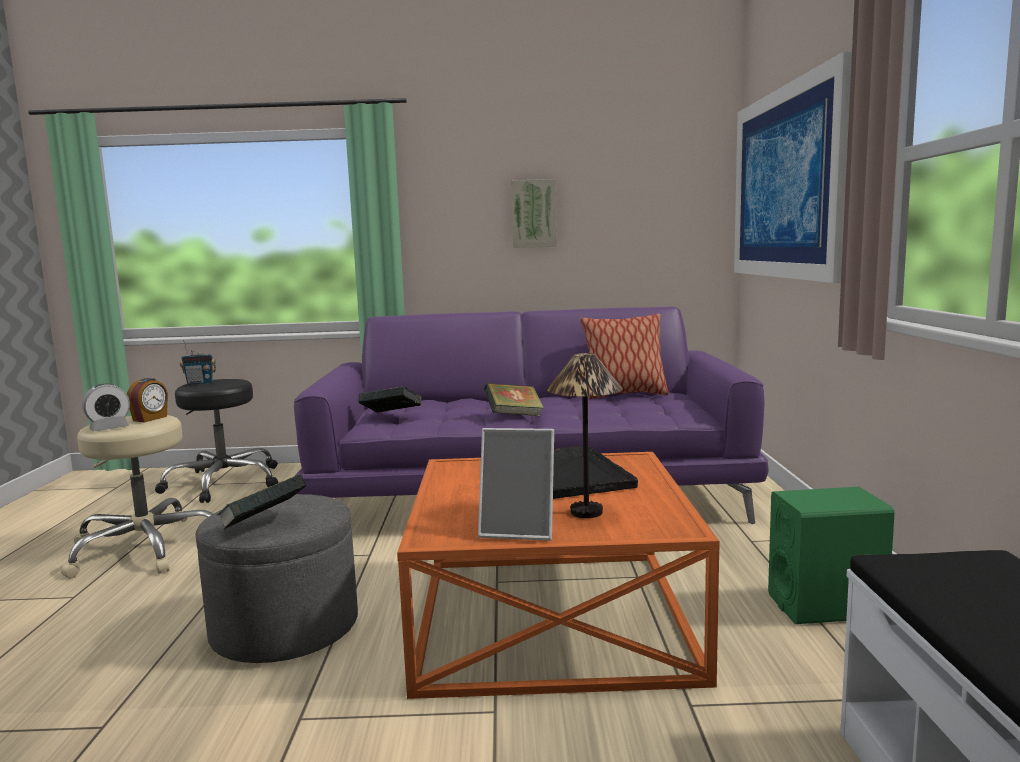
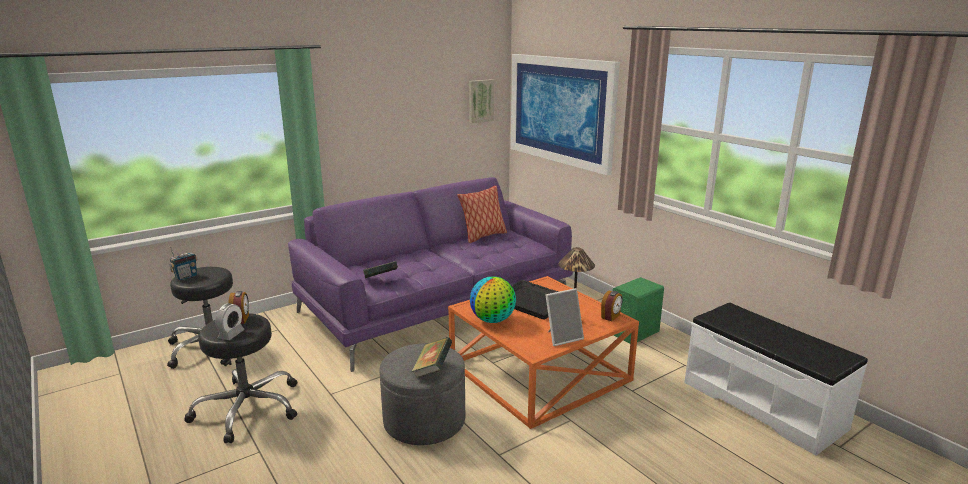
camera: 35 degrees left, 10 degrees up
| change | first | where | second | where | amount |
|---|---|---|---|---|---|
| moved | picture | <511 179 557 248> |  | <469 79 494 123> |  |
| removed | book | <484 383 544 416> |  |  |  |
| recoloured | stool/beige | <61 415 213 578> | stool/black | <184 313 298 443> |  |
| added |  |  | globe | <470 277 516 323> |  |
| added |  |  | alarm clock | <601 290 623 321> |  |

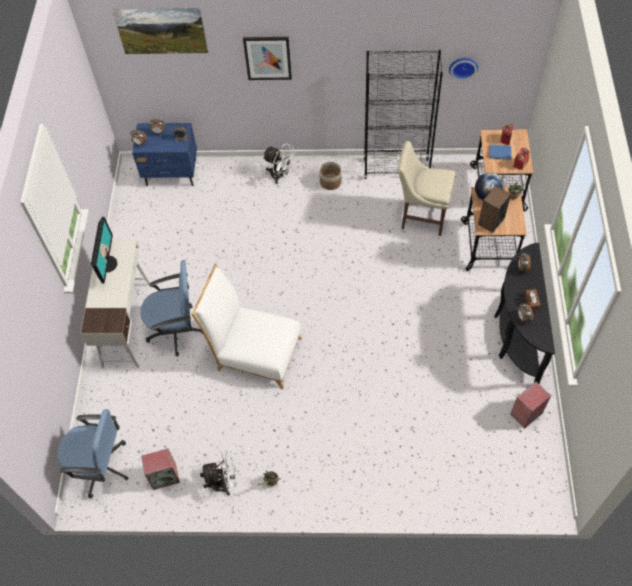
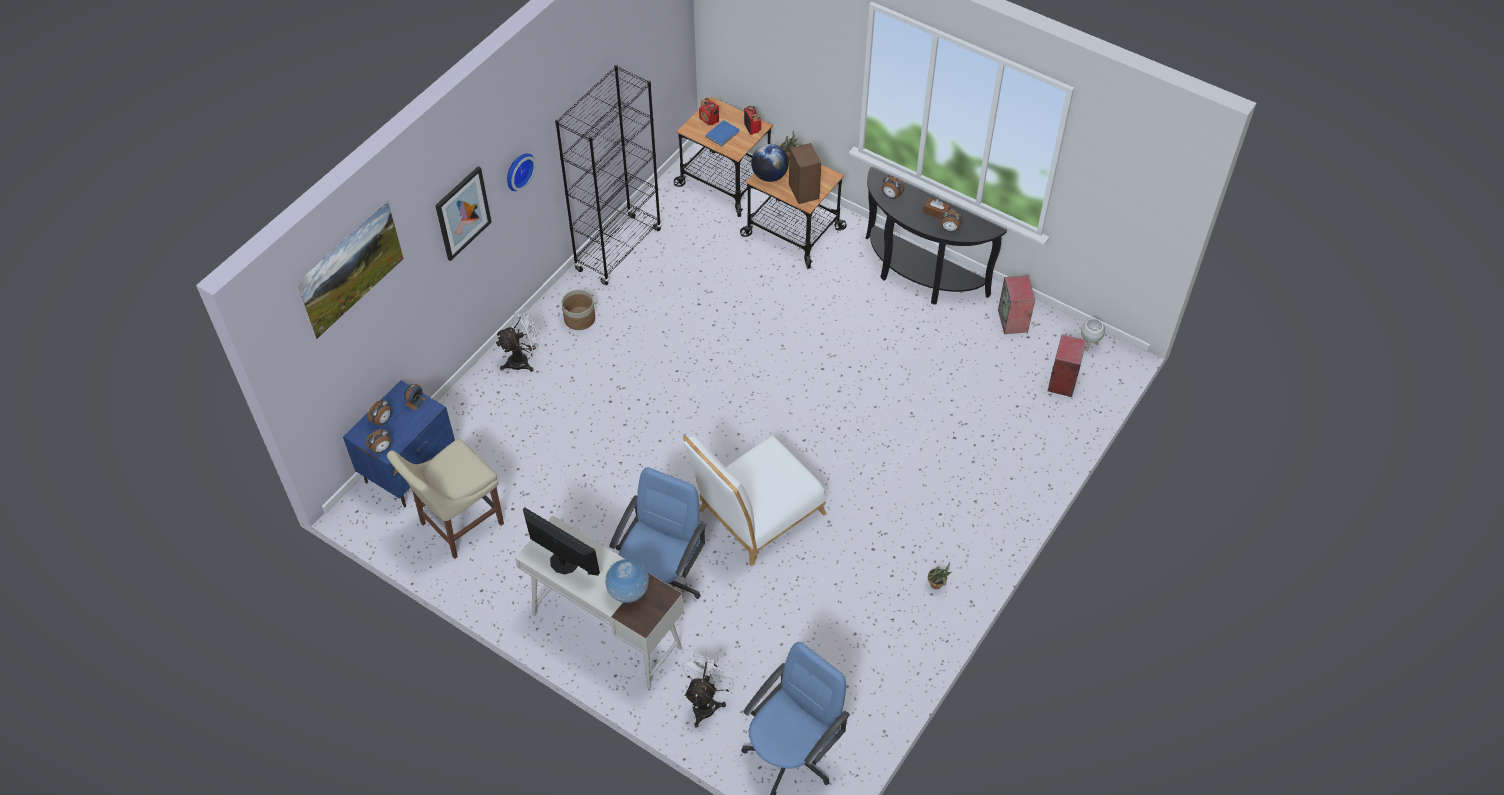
camera: 60 degrees left, 5 degrees down
| change | first | where | second | where | amount |
|---|---|---|---|---|---|
| moved | wall clock | <449 58 478 81> |  | <507 153 536 191> |  |
| moved | chair/beige | <398 141 455 236> |  | <387 439 504 559> |  |
| moved | speaker | <141 448 180 490> |  | <1048 334 1086 397> |  |
| moved | fan/white | <200 449 238 495> |  | <682 650 738 728> |  |
| added |  |  | planter/white | <1081 318 1105 351> |  |
| added |  |  | globe | <605 559 649 603> |  |

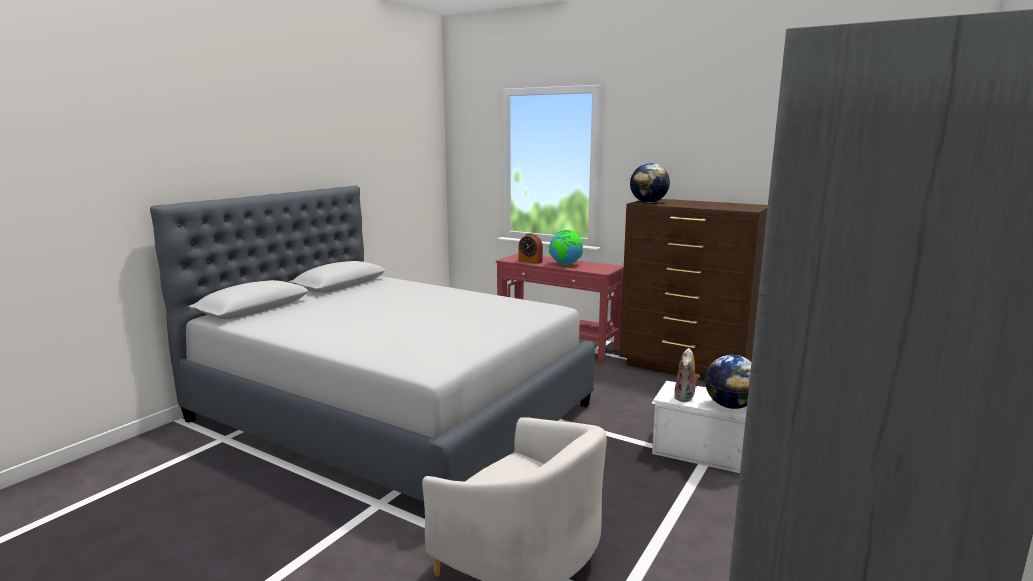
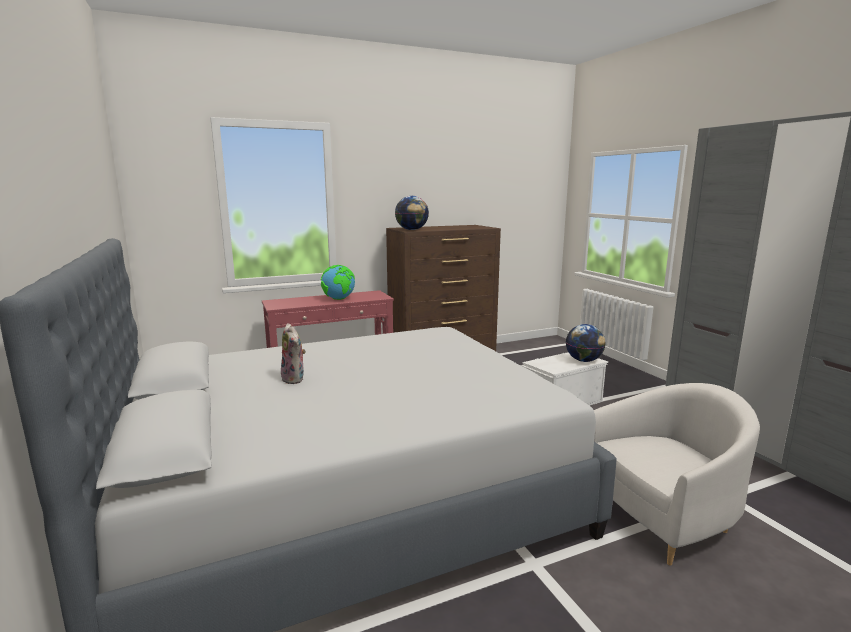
camera: 55 degrees left, 0 degrees up
| change | first | where | second | where | amount |
|---|---|---|---|---|---|
| removed | alarm clock | <519 233 543 264> |  |  |  |
| moved | plush toy | <674 348 700 402> |  | <281 323 306 384> |  |

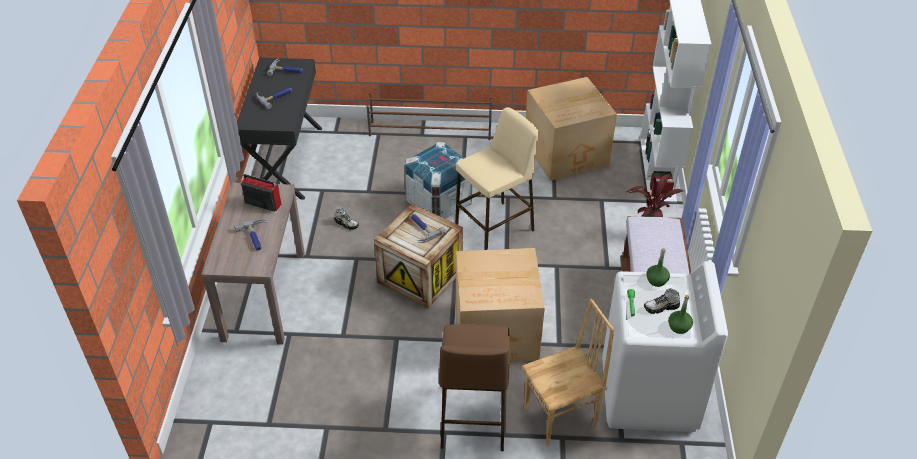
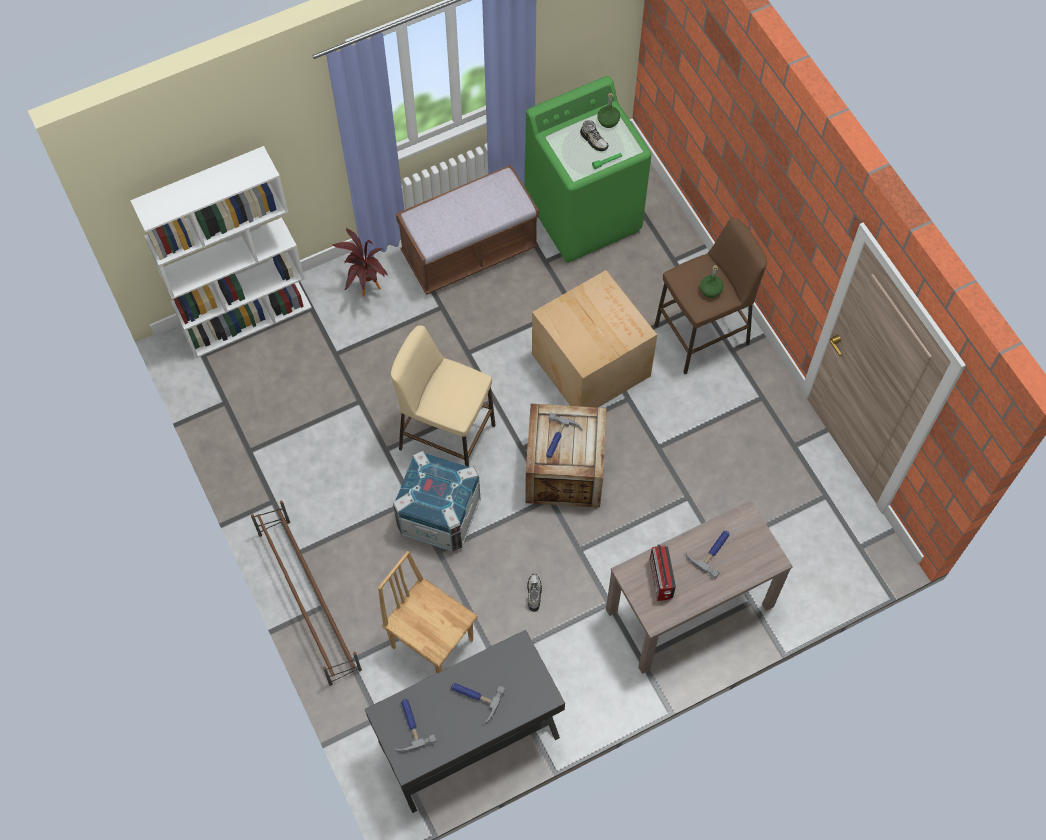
camera: 120 degrees left, 20 degrees up
| change | first | where | second | where | amount |
|---|---|---|---|---|---|
| removed | cardboard box | <526 77 617 181> |  |  |  |
| moved | bottle/green | <646 248 670 287> |  | <700 265 723 298> |  |
| recoloured | washing machine/white | <602 261 728 432> | washing machine/green | <525 76 652 263> |  |
| moved | chair/brown | <522 299 614 446> |  | <378 551 478 673> |  |

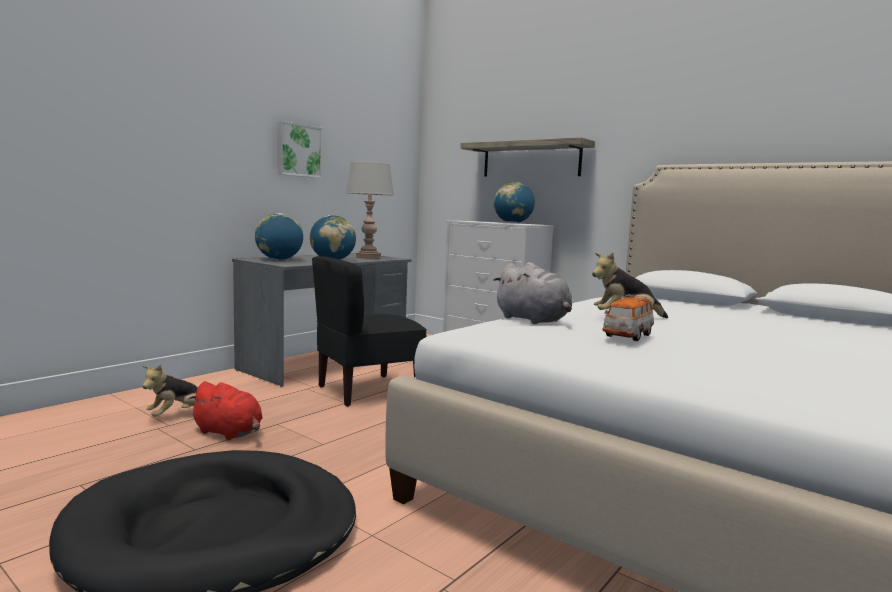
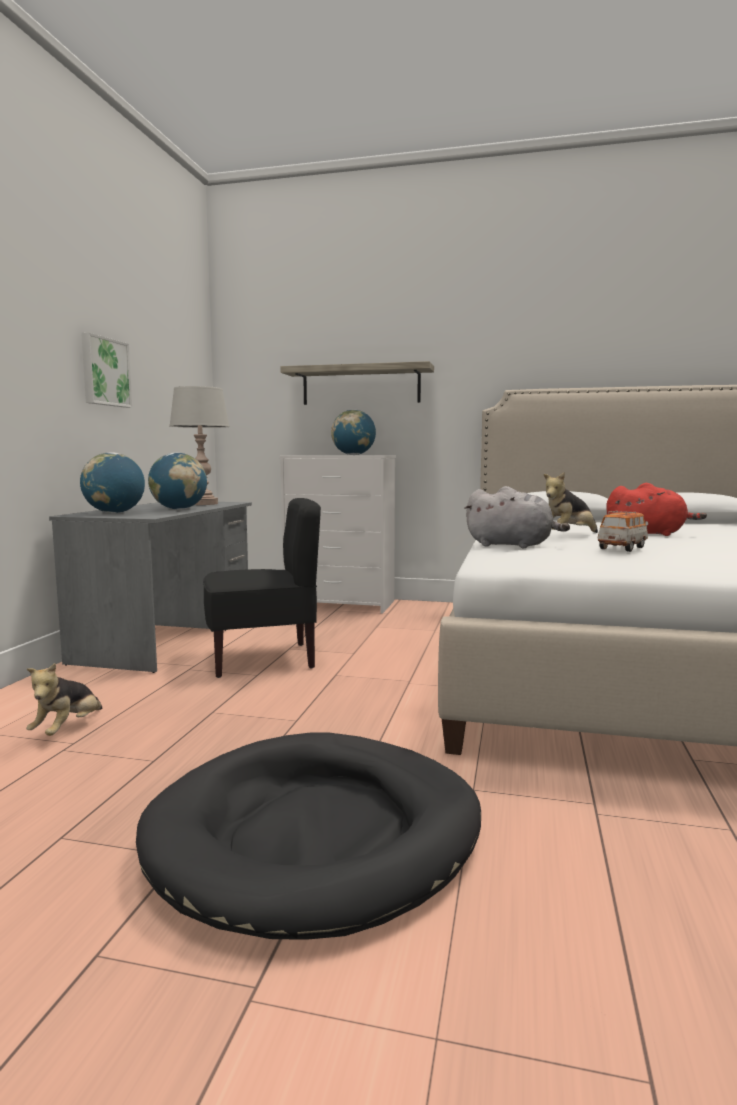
camera: 25 degrees left, 0 degrees up
| change | first | where | second | where | amount |
|---|---|---|---|---|---|
| turned | chair/black | <312 256 427 407> |  | <203 498 321 678> | 135 degrees counterclockwise |
| turned | toy car | <602 294 654 341> |  | <597 511 648 552> | 150 degrees counterclockwise |
| moved | plush toy/red | <188 381 263 440> |  | <606 483 707 536> |  |

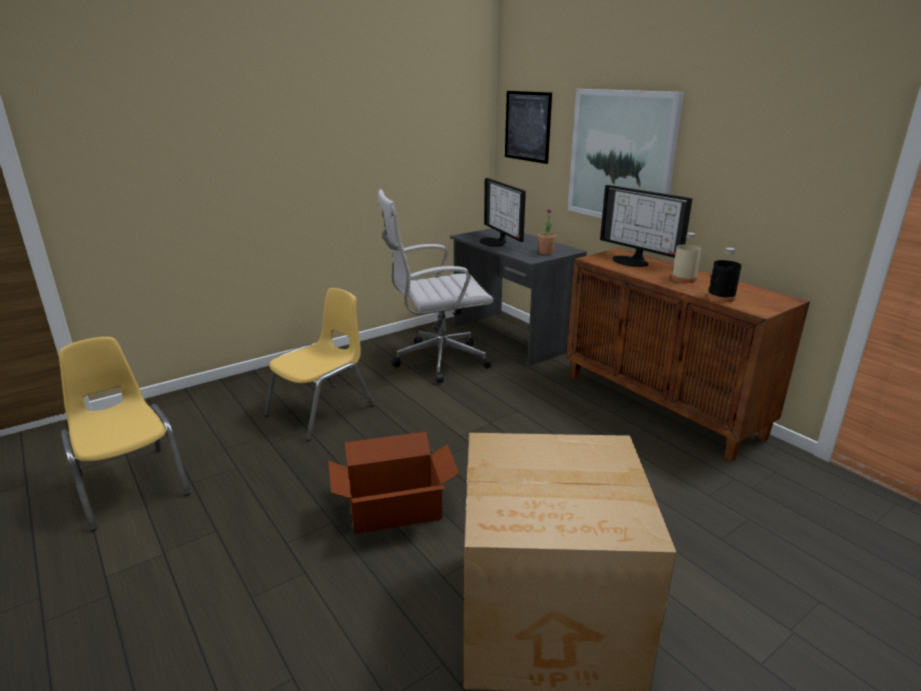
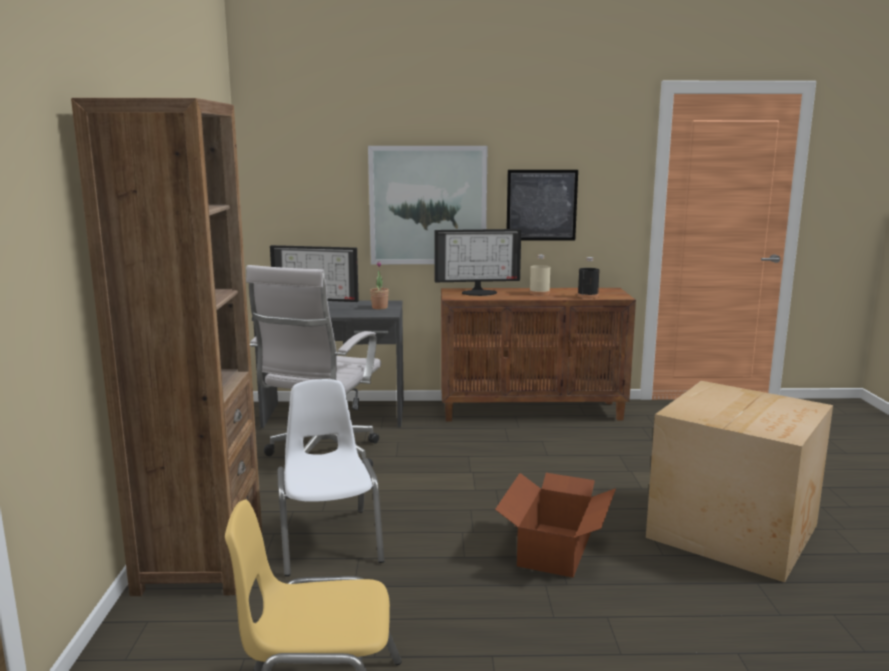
camera: 55 degrees left, 10 degrees down
| change | first | where | second | where | amount |
|---|---|---|---|---|---|
| moved | picture | <505 91 552 164> |  | <507 170 578 241> |  |
| recoloured | chair/yellow | <264 288 375 441> | chair/white | <278 379 384 576> |  |
| added |  |  | bookcase/brown | <71 98 262 596> |  |

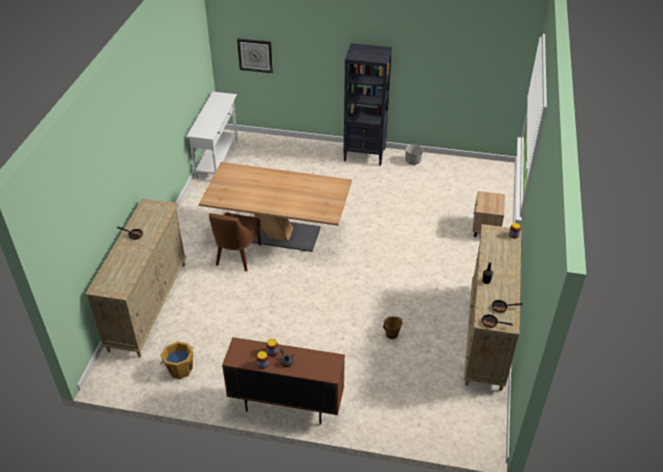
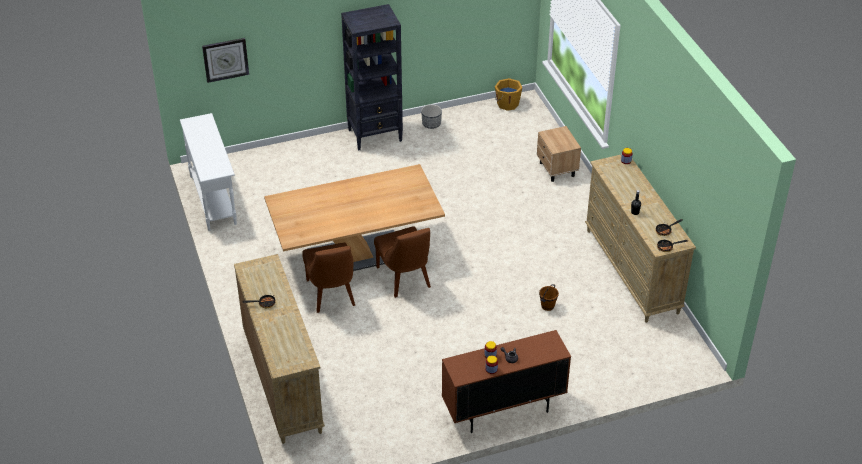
camera: 30 degrees left, 0 degrees up
| change | first | where | second | where | amount |
|---|---|---|---|---|---|
| moved | bucket/orange | <160 341 193 379> |  | <495 78 522 111> |  |
| added |  |  | chair/brown | <374 226 431 298> |  |

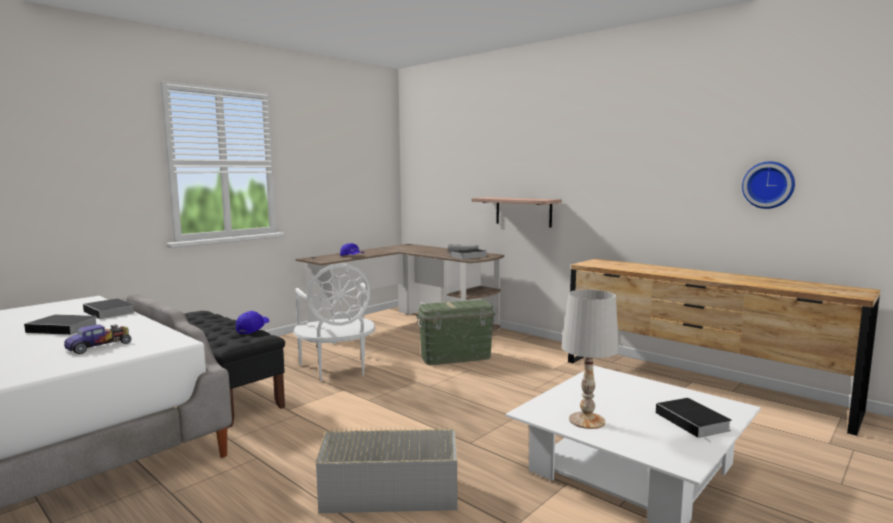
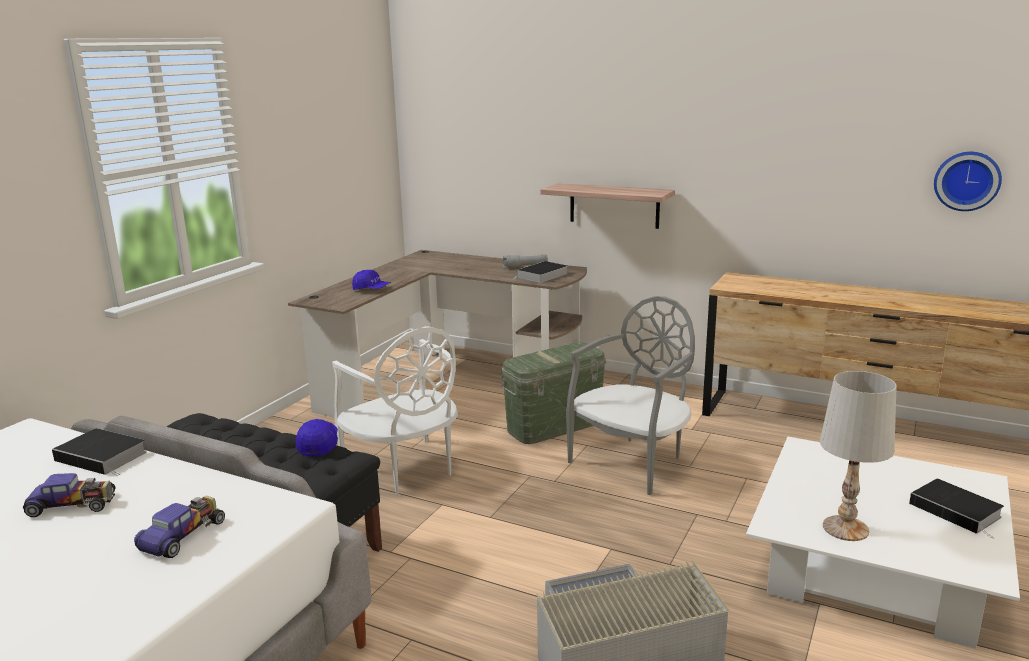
camera: 15 degrees left, 10 degrees up
| change | first | where | second | where | amount |
|---|---|---|---|---|---|
| replaced | book | <24 314 97 335> | toy car | <23 473 115 517> |  |
| added |  |  | chair/grey | <566 296 695 495> |  |

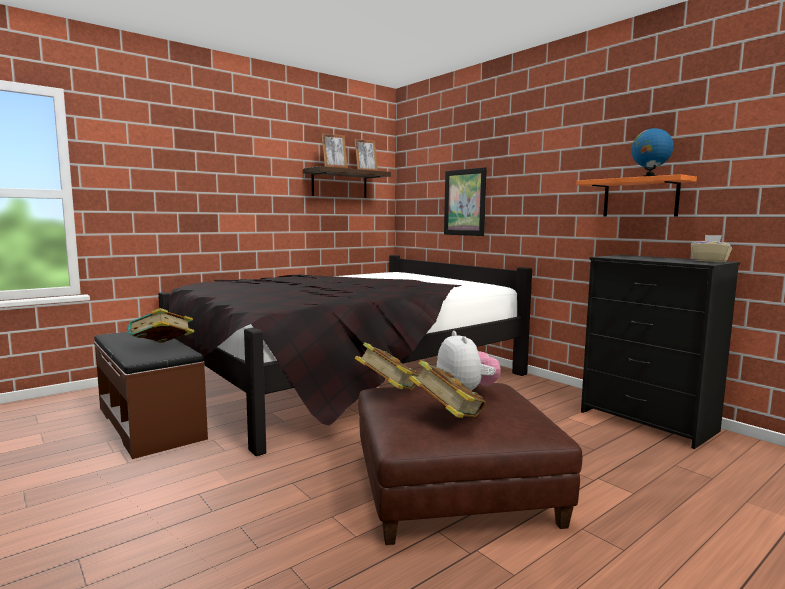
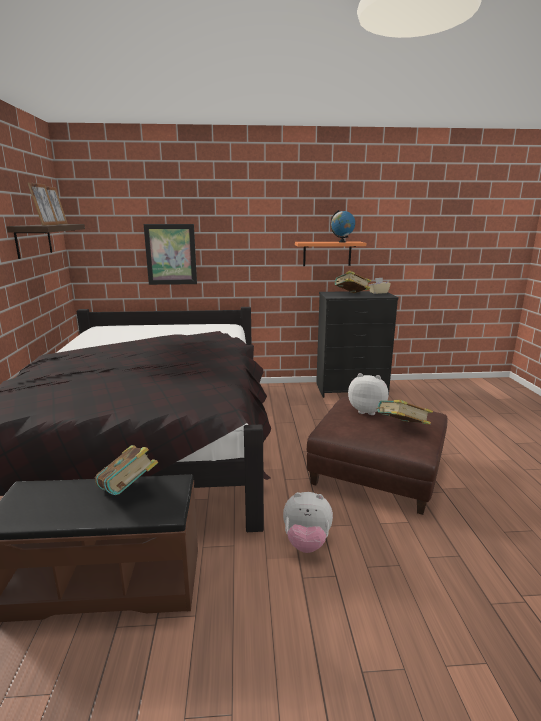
camera: 55 degrees left, 10 degrees up
| change | first | where | second | where | amount |
|---|---|---|---|---|---|
| moved | book | <355 342 419 390> |  | <335 271 371 293> |  |
| added |  |  | plush toy | <283 492 333 553> |  |

